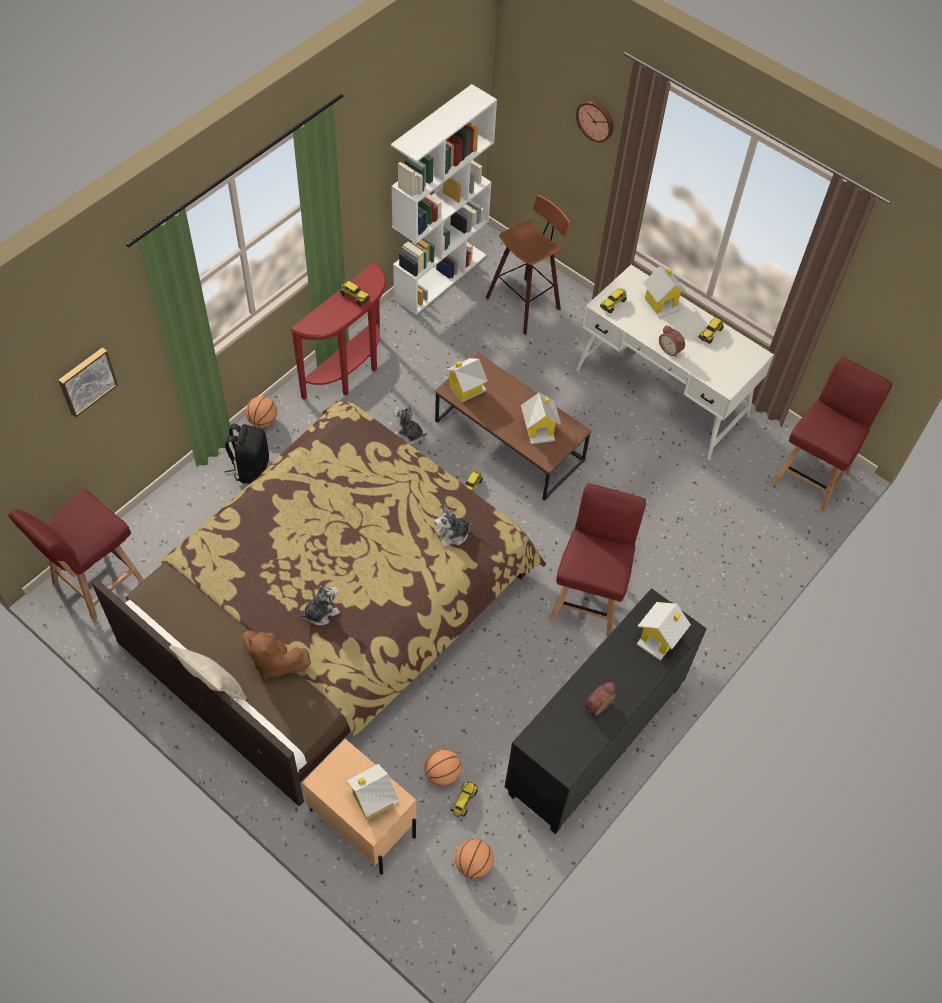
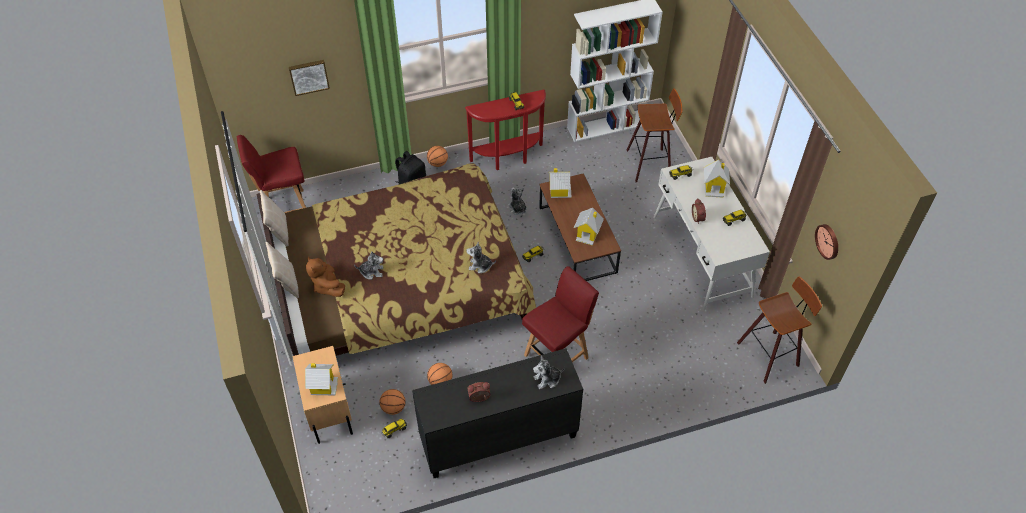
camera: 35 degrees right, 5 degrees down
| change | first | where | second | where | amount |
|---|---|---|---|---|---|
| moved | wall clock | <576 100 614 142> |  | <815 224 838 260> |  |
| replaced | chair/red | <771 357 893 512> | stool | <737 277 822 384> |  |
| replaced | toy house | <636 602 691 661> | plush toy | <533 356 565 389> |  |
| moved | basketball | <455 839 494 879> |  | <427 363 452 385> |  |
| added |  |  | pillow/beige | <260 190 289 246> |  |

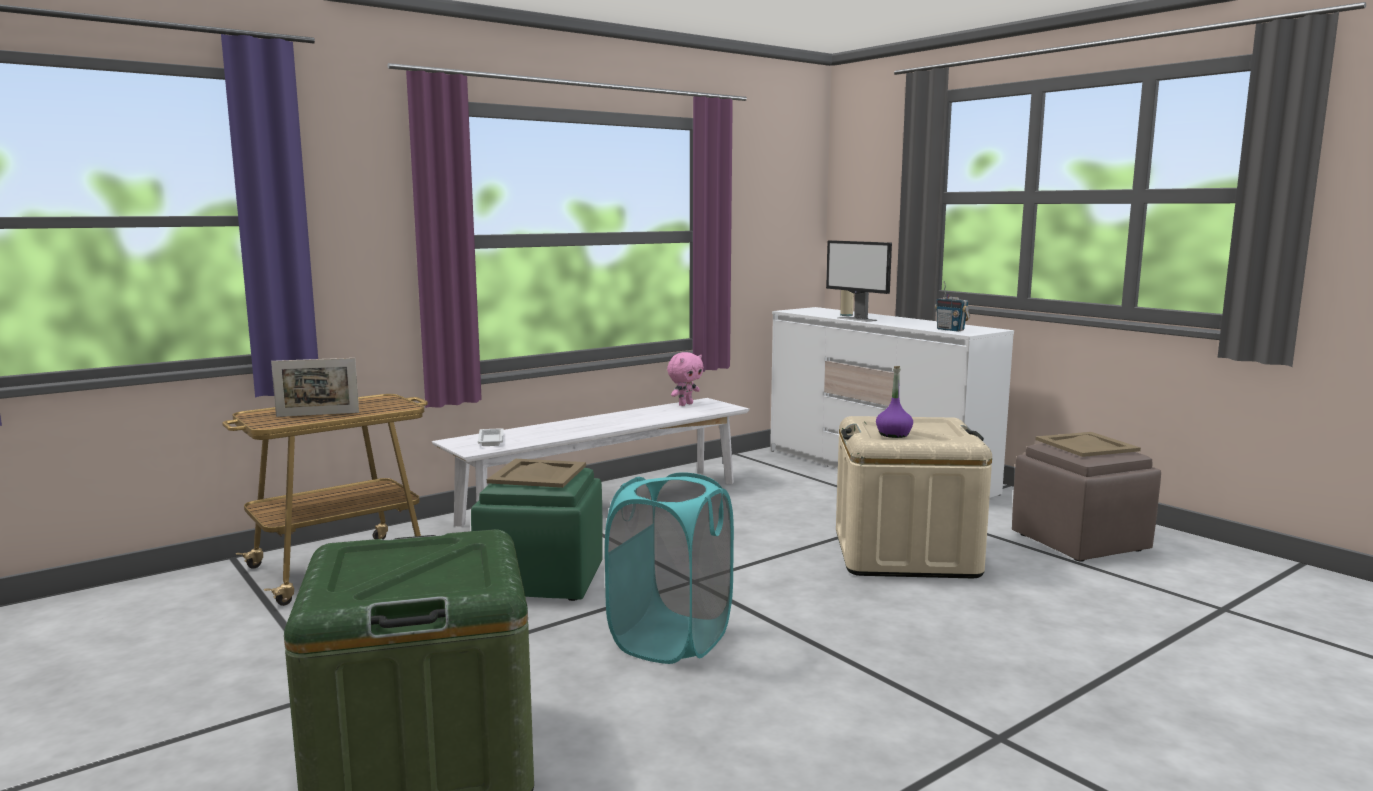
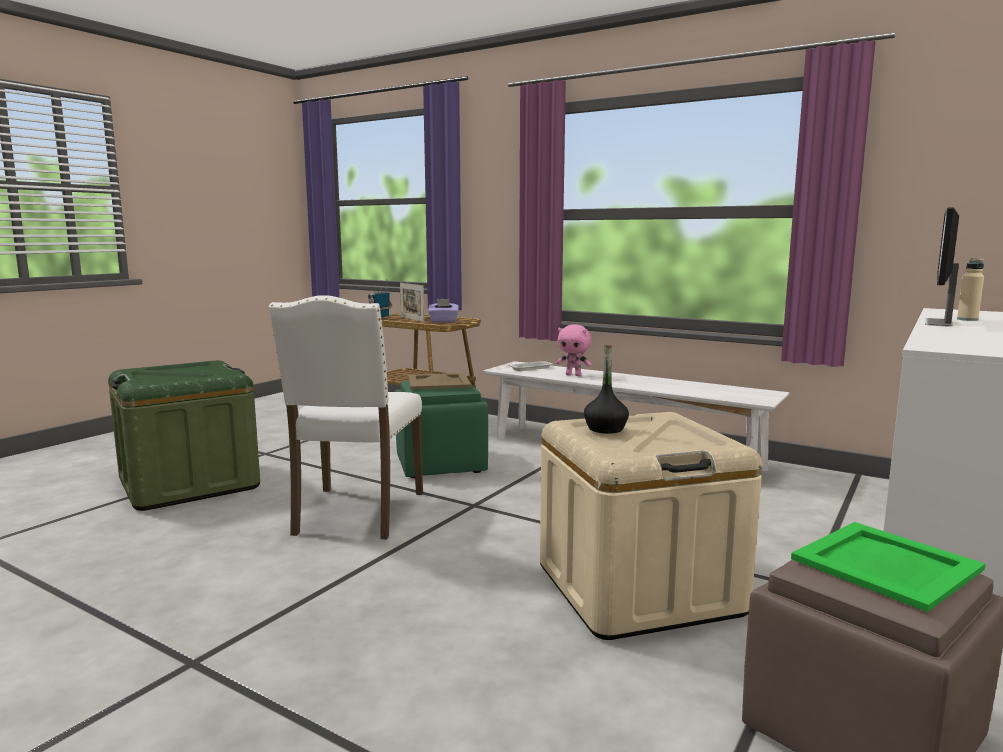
camera: 70 degrees right, 0 degrees up
| change | first | where | second | where | amount |
|---|---|---|---|---|---|
| moved | radio | <935 281 970 332> |  | <368 279 393 317> |  |
| moved | plush toy/pink | <667 352 704 406> |  | <556 324 592 376> |  |
| recoloured | bottle/purple | <876 366 913 438> | bottle/black | <584 345 629 434> |  |
| recoloured | tray/beige | <1035 432 1141 457> | tray/green | <791 522 985 612> |  |
| replaced | laundry basket/turquoise | <605 472 734 664> | chair/white | <269 295 423 539> |  |
| added |  |  | tissue box/purple | <428 299 459 323> |  |

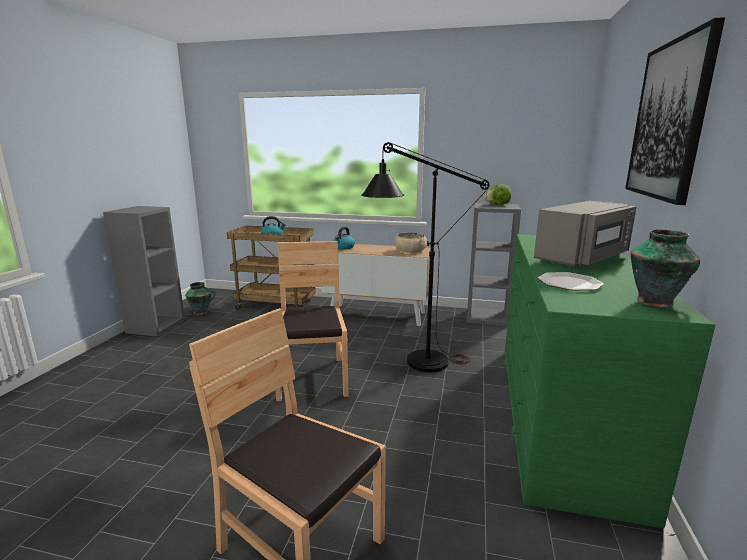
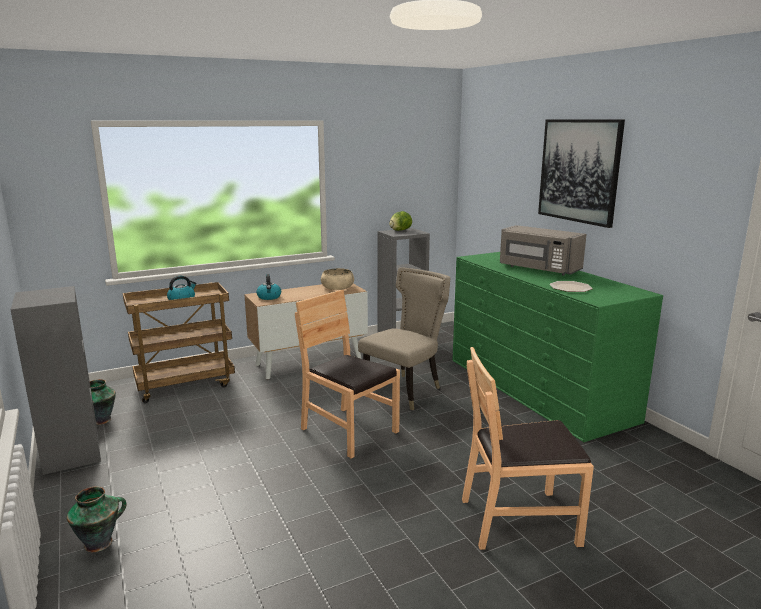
camera: 40 degrees left, 0 degrees up
| change | first | where | second | where | amount |
|---|---|---|---|---|---|
| replaced | floor lamp/black | <361 142 489 372> | chair/beige | <358 267 450 410> |  |
| turned | microwave/grey | <534 201 636 267> |  | <500 225 587 276> | 120 degrees clockwise |
| moved | vase | <631 229 700 307> |  | <67 486 127 552> |  |

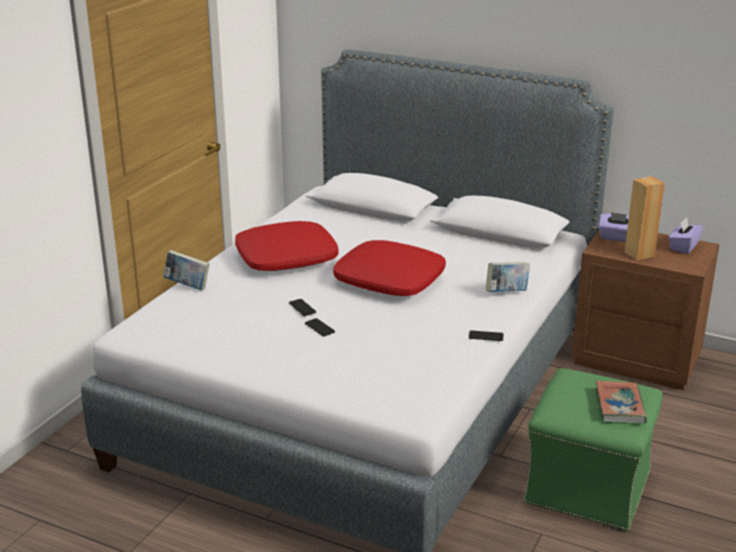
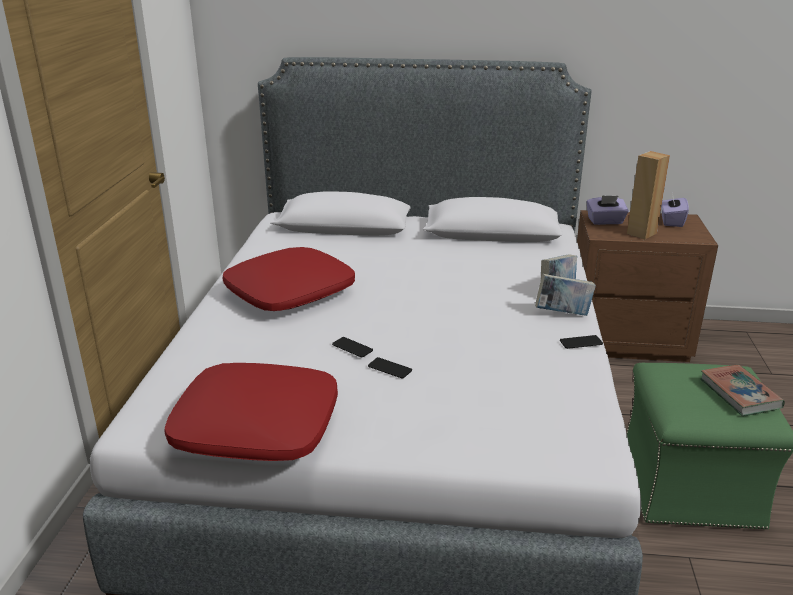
camera: 20 degrees left, 0 degrees up
| change | first | where | second | where | amount |
|---|---|---|---|---|---|
| moved | pillow/red | <333 240 446 296> |  | <164 363 338 461> |  |
| moved | book | <163 250 210 290> |  | <535 274 596 316> |  |

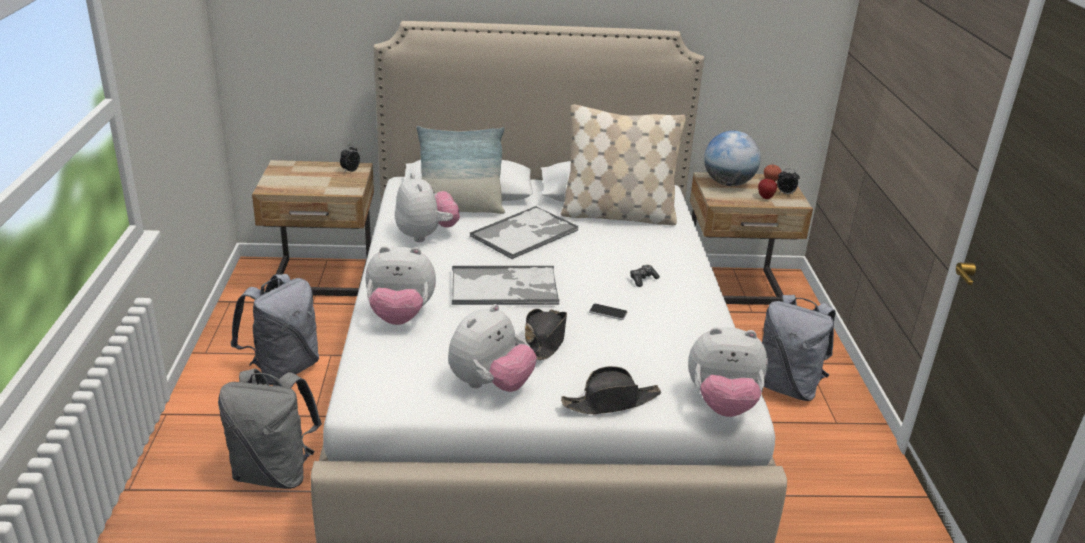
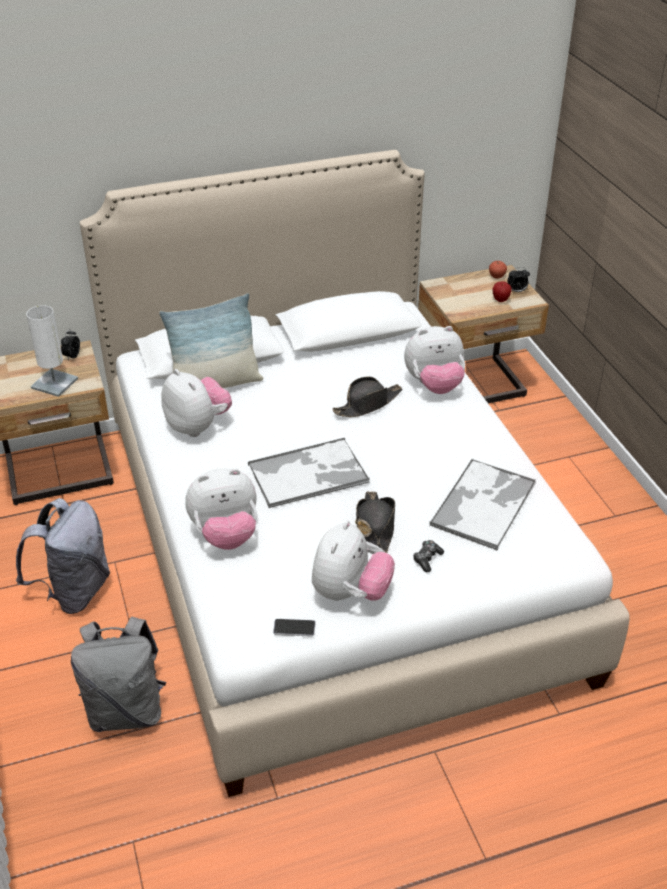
camera: 15 degrees left, 10 degrees up
| change | first | where | second | where | amount |
|---|---|---|---|---|---|
| removed | pillow/beige | <561 104 686 225> |  |  |  |
| removed | globe | <704 131 761 186> |  |  |  |
| moved | tray | <470 206 579 260> |  | <429 459 536 551> |  |
| moved | game controller | <630 265 660 287> |  | <413 540 444 572> |  |
| removed | backpack/grey | <762 295 836 401> |  |  |  |
| moved | phone | <589 303 627 320> |  | <273 619 316 637> |  |
| moved | plush toy | <688 327 768 417> |  | <404 326 465 394> |  |
| moved | hat/black | <561 366 661 414> |  | <332 377 402 417> |  |
| added |  |  | table lamp/white | <26 305 78 397> |  |

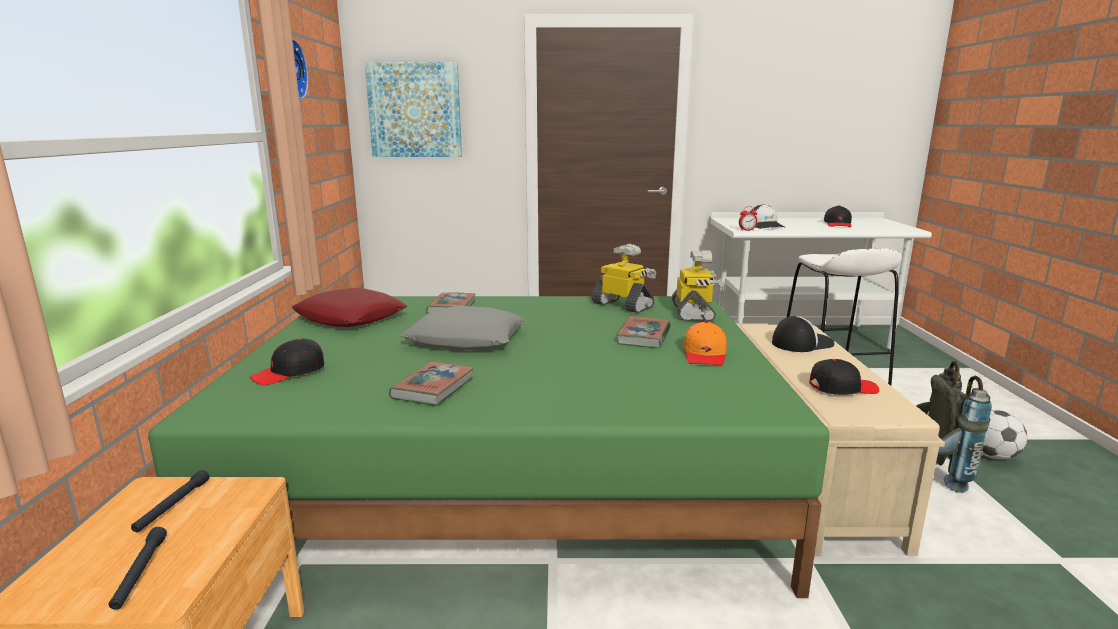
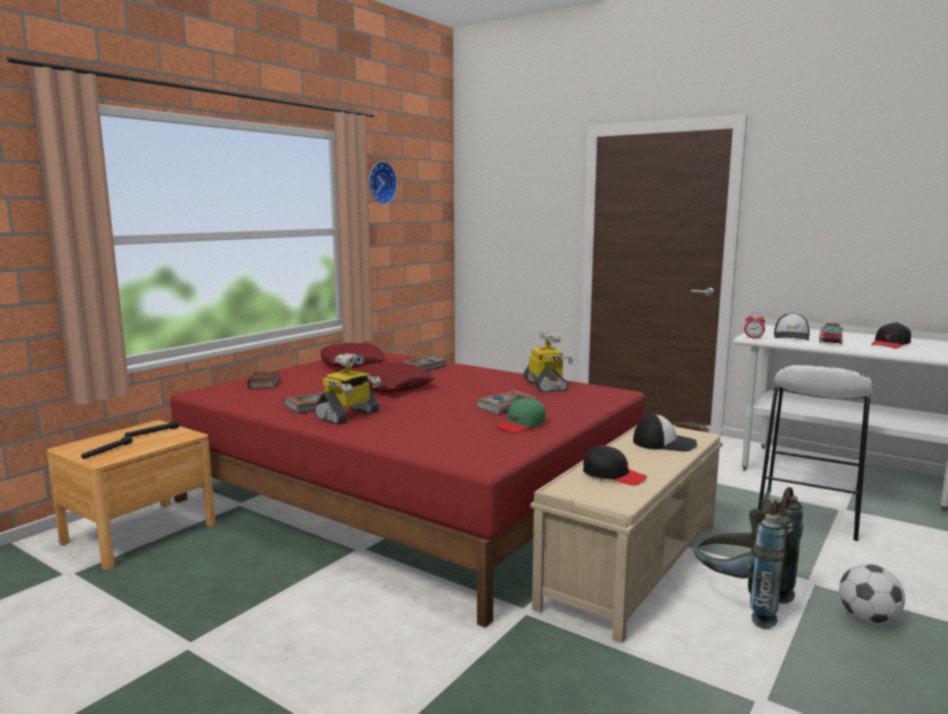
camera: 35 degrees right, 5 degrees down
| change | first | where | second | where | amount |
|---|---|---|---|---|---|
| removed | picture | <365 62 462 157> |  |  |  |
| moved | toy robot | <672 251 725 322> |  | <314 353 381 424> |  |
| recoloured | bed/green | <148 296 830 598> | bed/red | <170 352 645 628> |  |
| recoloured | pillow/grey | <401 306 526 350> | pillow/red | <352 362 436 393> |  |
| recoloured | cap/orange | <683 321 727 366> | cap/green | <496 397 546 433> |  |
| replaced | cap/black | <250 338 324 385> | book | <248 371 280 389> |  |
| added |  |  | toy truck | <819 323 843 344> |  |

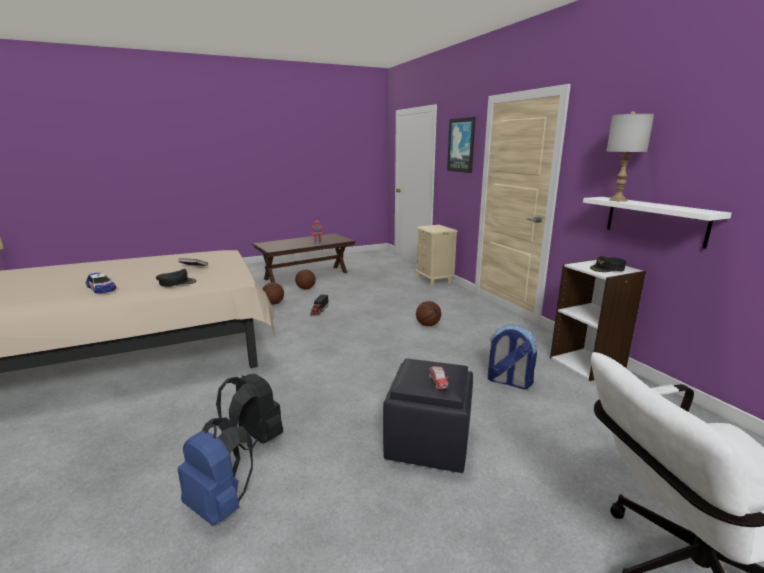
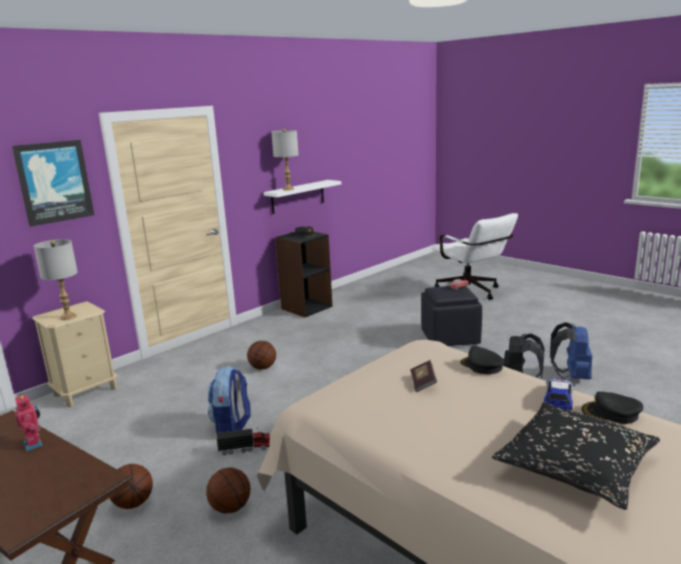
camera: 110 degrees left, 0 degrees up
| change | first | where | second | where | amount |
|---|---|---|---|---|---|
| recoloured | bookcase/white | <550 259 646 381> | bookcase/black | <275 231 333 317> |  |
| moved | backpack | <488 325 537 389> |  | <208 366 251 433> |  |
| added |  |  | table lamp/grey | <34 239 78 320> |  |
| added |  |  | cap/black | <581 392 643 424> |  |
| added |  |  | pillow/black | <492 402 660 510> |  |

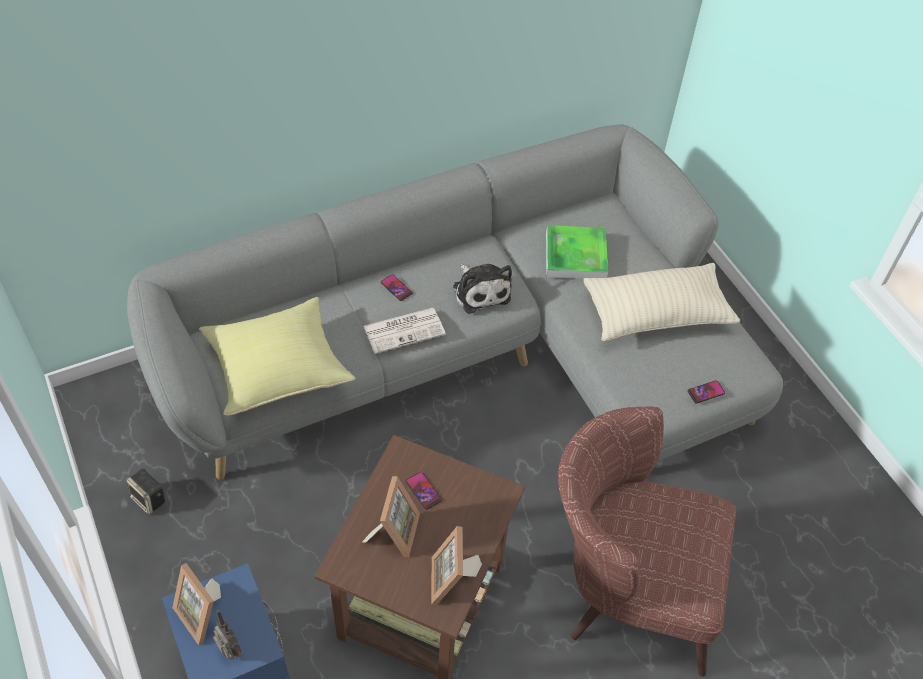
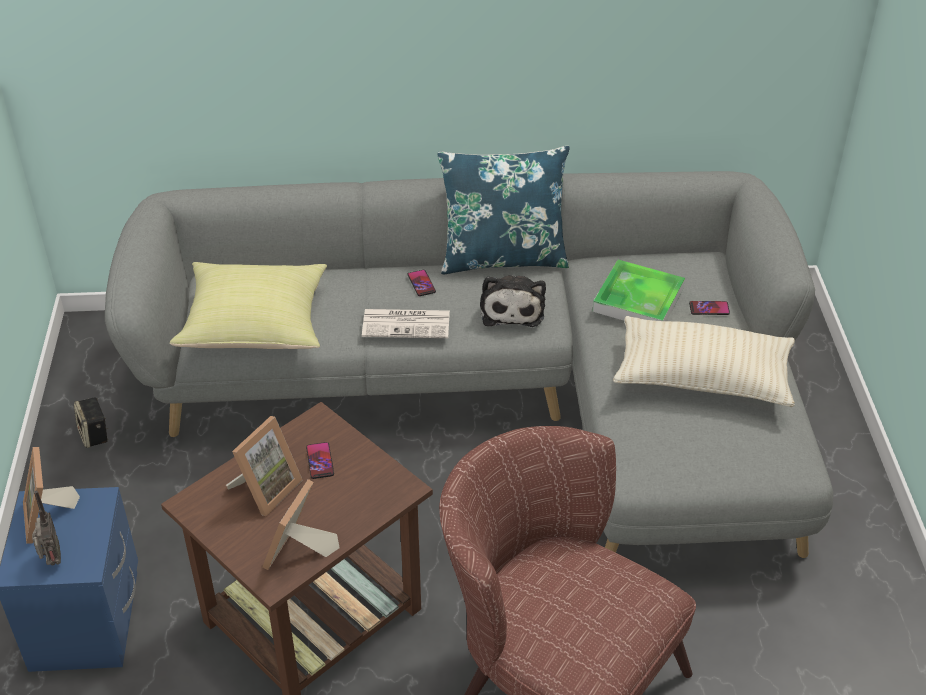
camera: 25 degrees right, 10 degrees down
| change | first | where | second | where | amount |
|---|---|---|---|---|---|
| moved | phone | <688 380 725 403> |  | <689 301 730 315> |  |
| added |  |  | pillow/blue | <437 146 570 274> |  |

